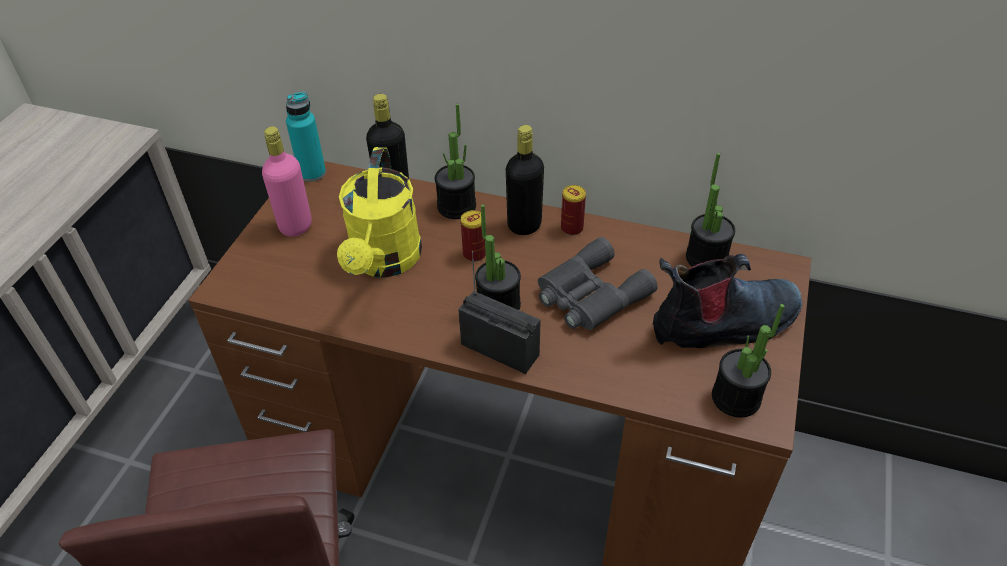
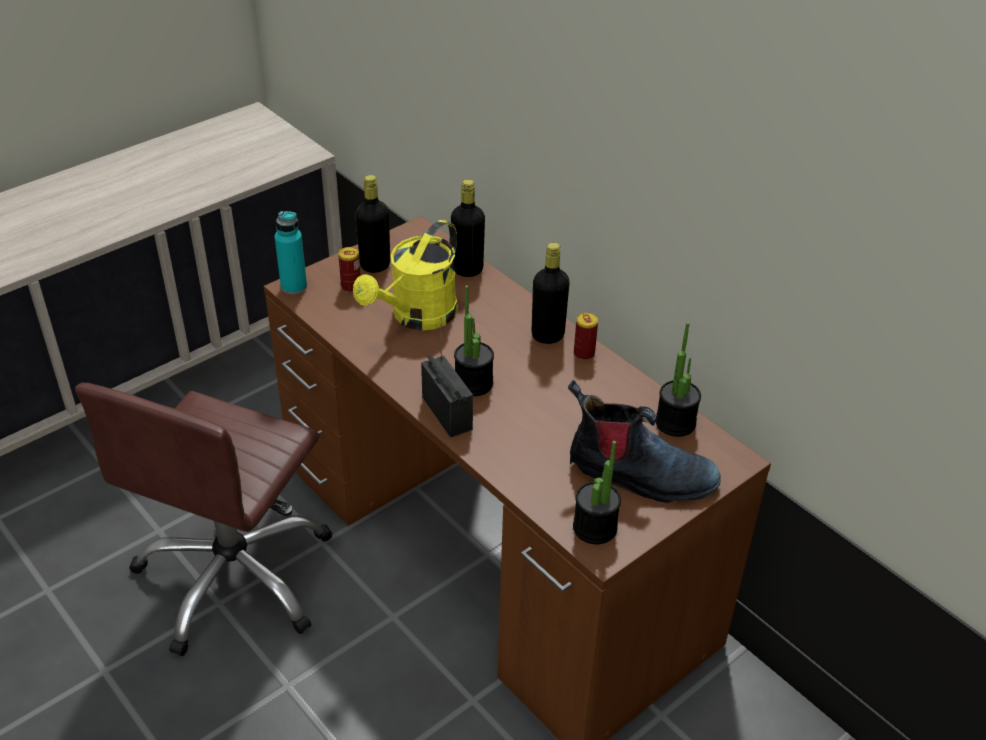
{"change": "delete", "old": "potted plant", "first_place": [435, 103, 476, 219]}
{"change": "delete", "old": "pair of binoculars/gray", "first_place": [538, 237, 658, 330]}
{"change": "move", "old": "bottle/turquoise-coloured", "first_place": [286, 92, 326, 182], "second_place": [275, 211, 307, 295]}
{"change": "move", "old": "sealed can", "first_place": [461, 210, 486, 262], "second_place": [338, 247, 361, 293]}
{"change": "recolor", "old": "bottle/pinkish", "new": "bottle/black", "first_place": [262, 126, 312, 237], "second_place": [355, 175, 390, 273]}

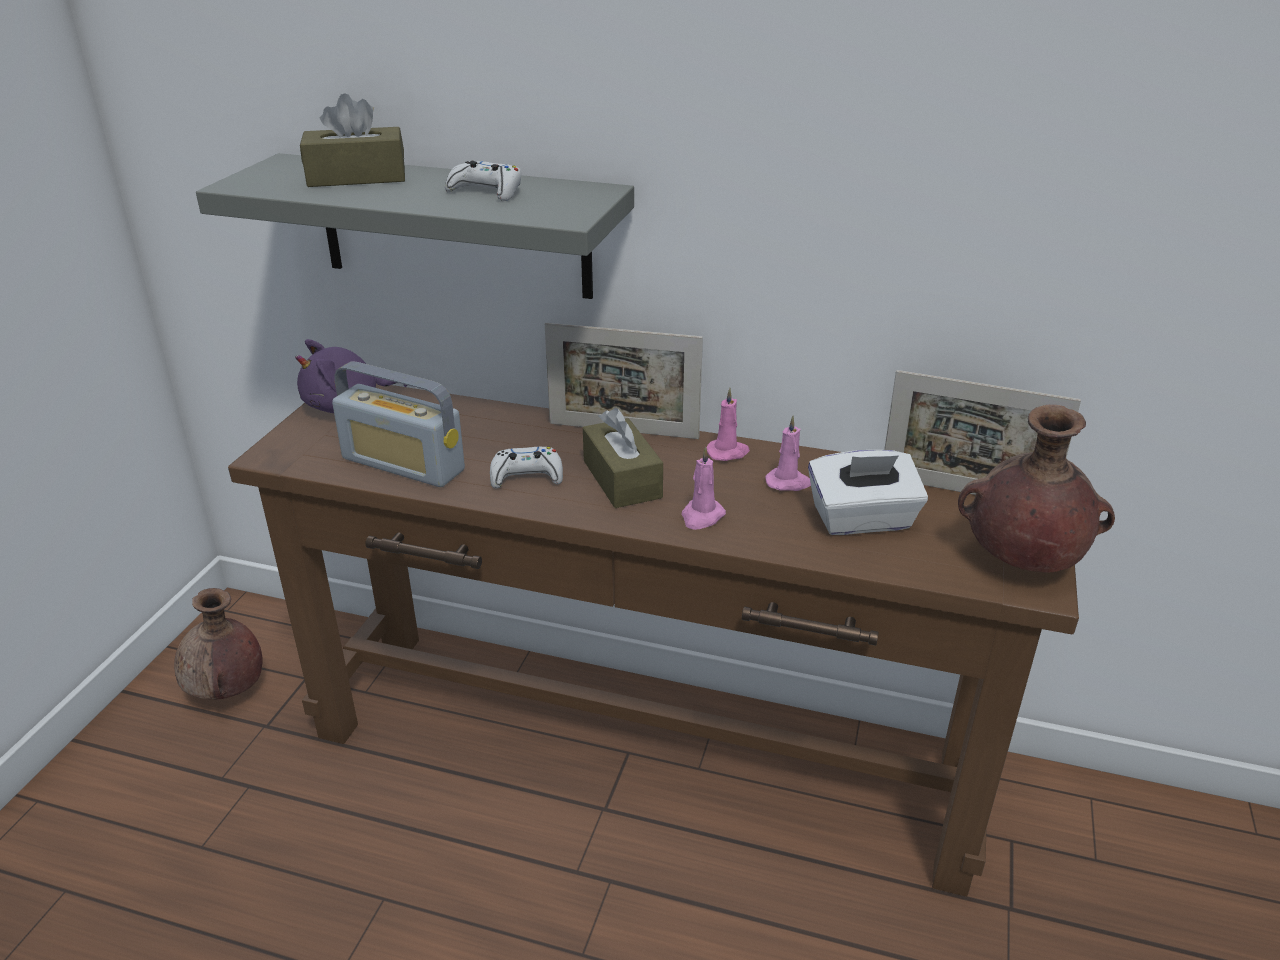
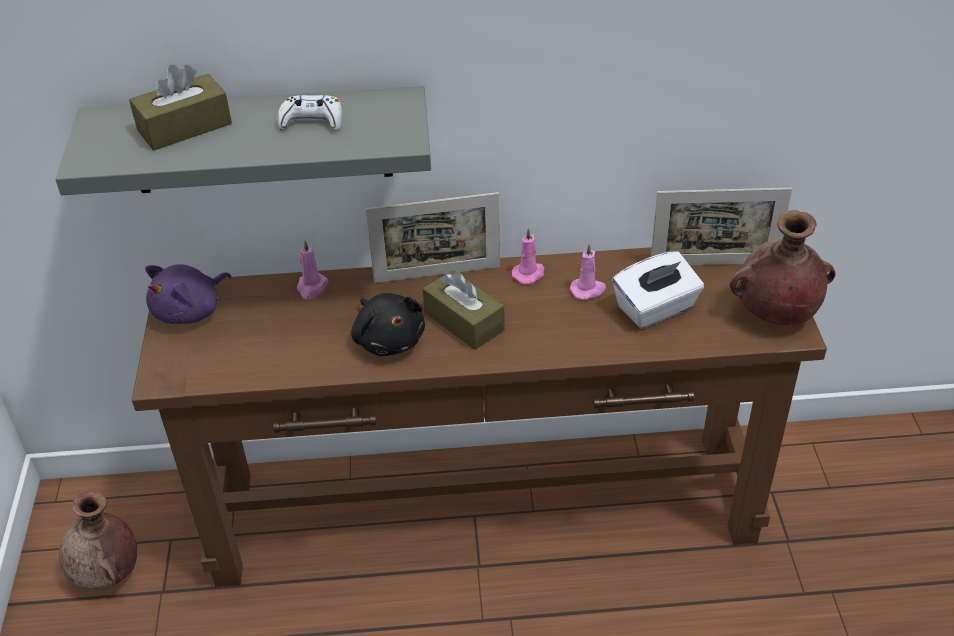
{"change": "delete", "old": "radio", "first_place": [332, 361, 465, 487]}
{"change": "move", "old": "candle/pinkish", "first_place": [681, 446, 726, 530], "second_place": [297, 240, 329, 300]}
{"change": "replace", "old": "gamepad/white", "new": "soft toy/black", "first_place": [490, 446, 563, 489], "second_place": [351, 293, 425, 356]}

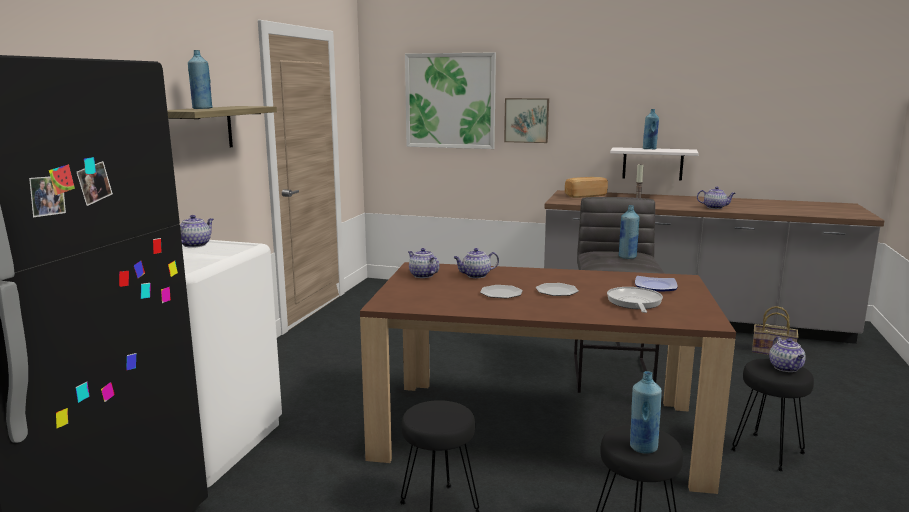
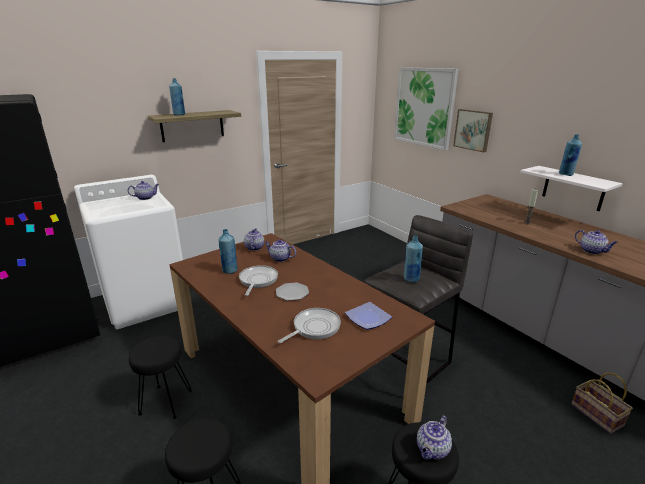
{"change": "delete", "old": "baked bread", "first_place": [565, 177, 608, 198]}
{"change": "move", "old": "bottle/blue", "first_place": [630, 371, 662, 454], "second_place": [219, 229, 238, 274]}
{"change": "replace", "old": "flat dish", "new": "pan", "first_place": [480, 285, 523, 298], "second_place": [239, 265, 278, 296]}

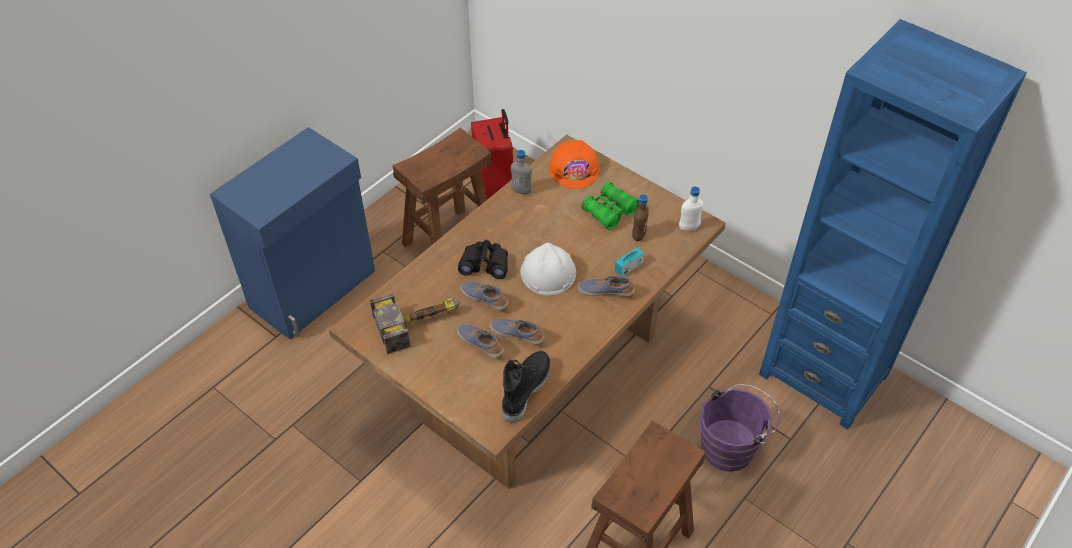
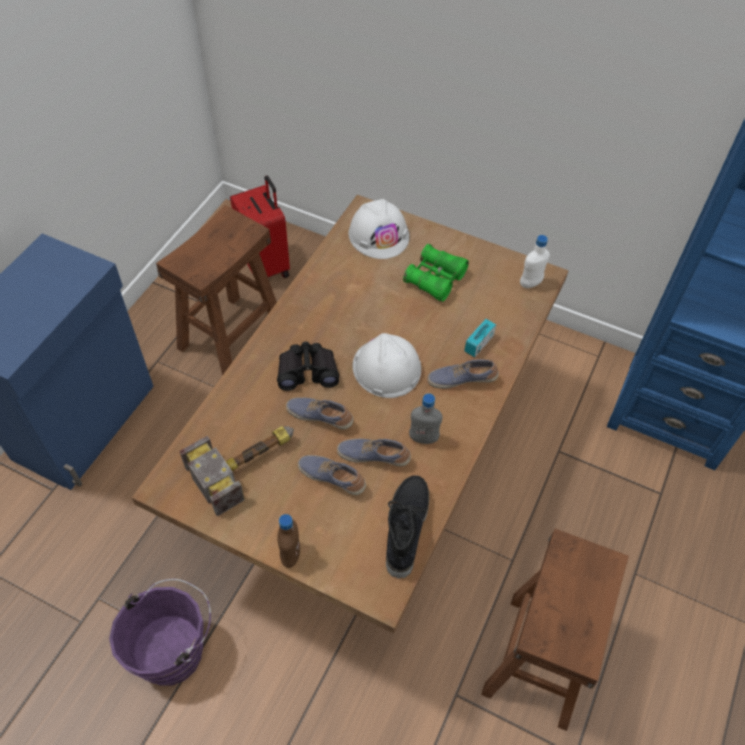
{"change": "move", "old": "bottle/gray", "first_place": [511, 150, 532, 194], "second_place": [409, 393, 443, 444]}
{"change": "move", "old": "bottle/brown-coloured", "first_place": [632, 194, 649, 241], "second_place": [278, 514, 300, 568]}
{"change": "move", "old": "pail/purple-coloured", "first_place": [700, 384, 780, 472], "second_place": [109, 579, 211, 685]}
{"change": "recolor", "old": "work helmet/orangey", "new": "work helmet/white", "first_place": [549, 140, 600, 189], "second_place": [349, 199, 410, 259]}

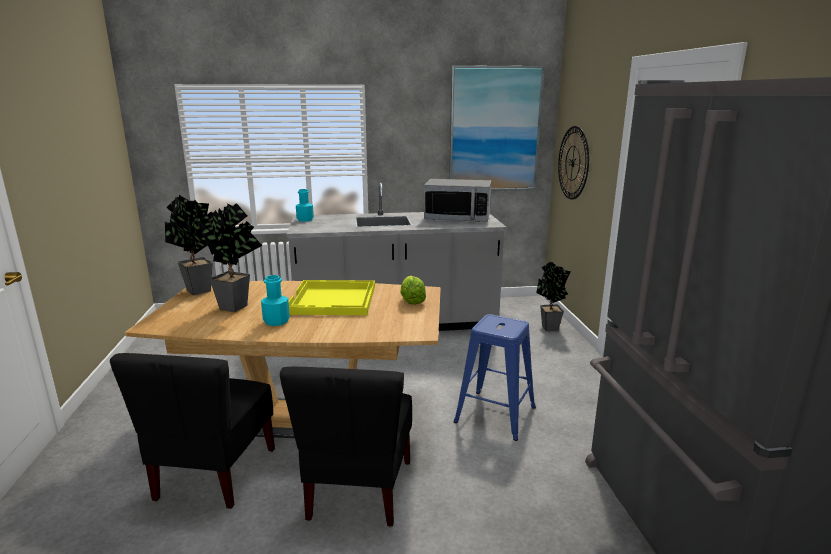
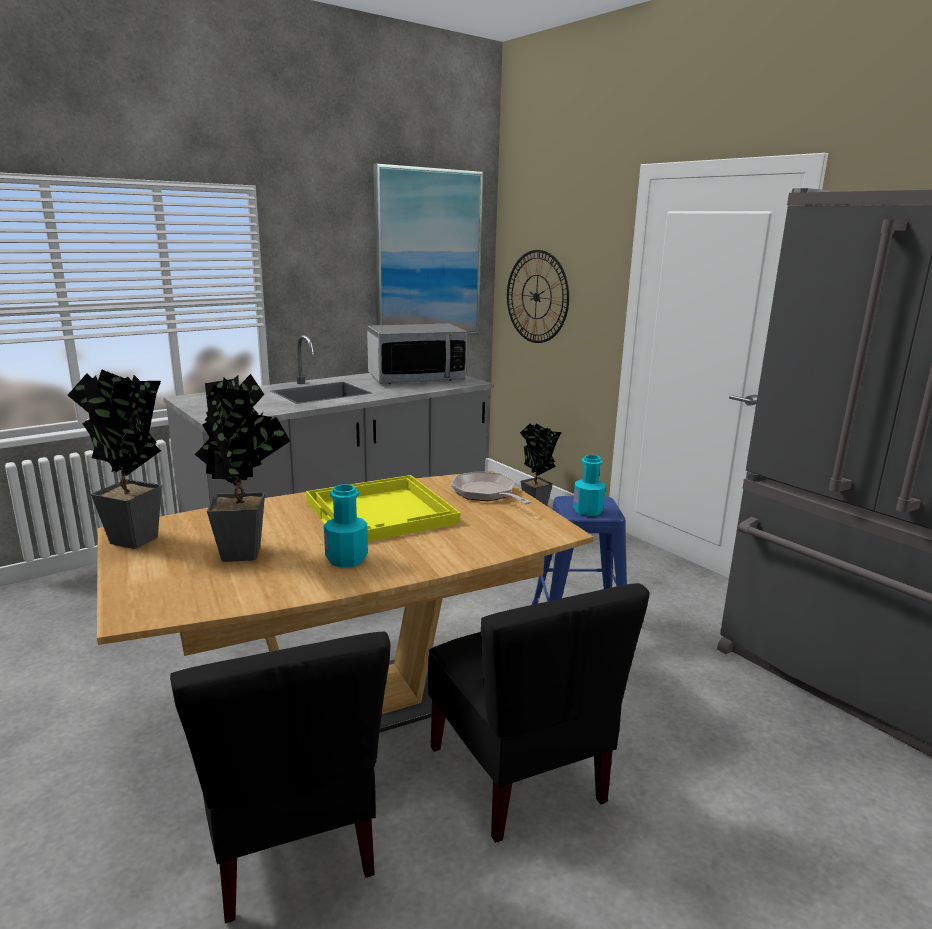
{"change": "move", "old": "bottle/turquoise-coloured", "first_place": [296, 189, 314, 222], "second_place": [573, 455, 606, 516]}
{"change": "replace", "old": "head of lettuce", "new": "pan", "first_place": [400, 276, 426, 305], "second_place": [451, 471, 532, 504]}

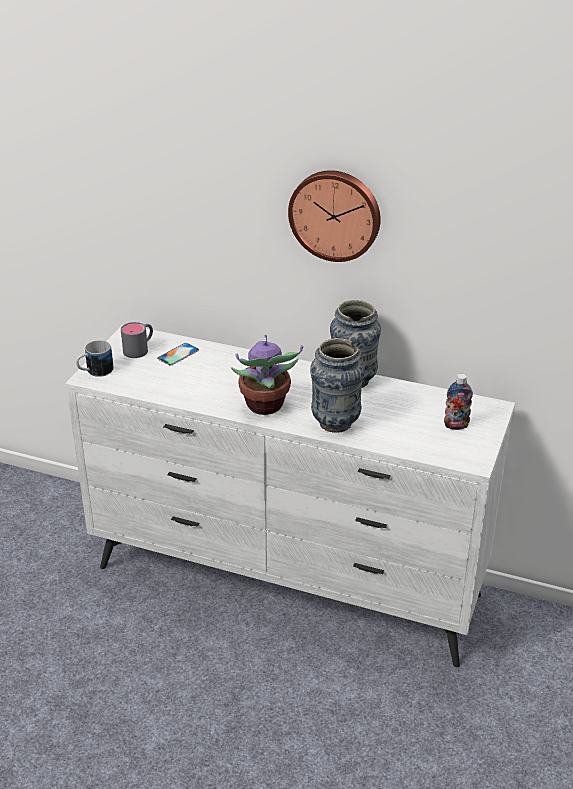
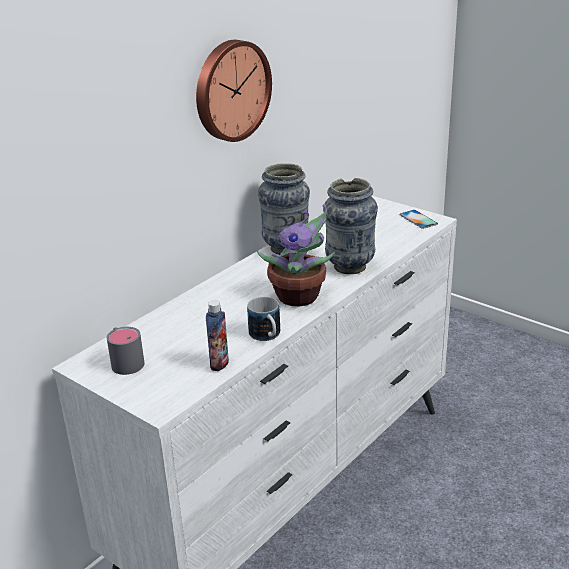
{"change": "move", "old": "coffee mug", "first_place": [76, 340, 114, 377], "second_place": [247, 297, 280, 341]}
{"change": "move", "old": "handset", "first_place": [157, 343, 199, 366], "second_place": [399, 210, 438, 229]}
{"change": "move", "old": "bottle", "first_place": [444, 374, 473, 430], "second_place": [206, 300, 229, 371]}

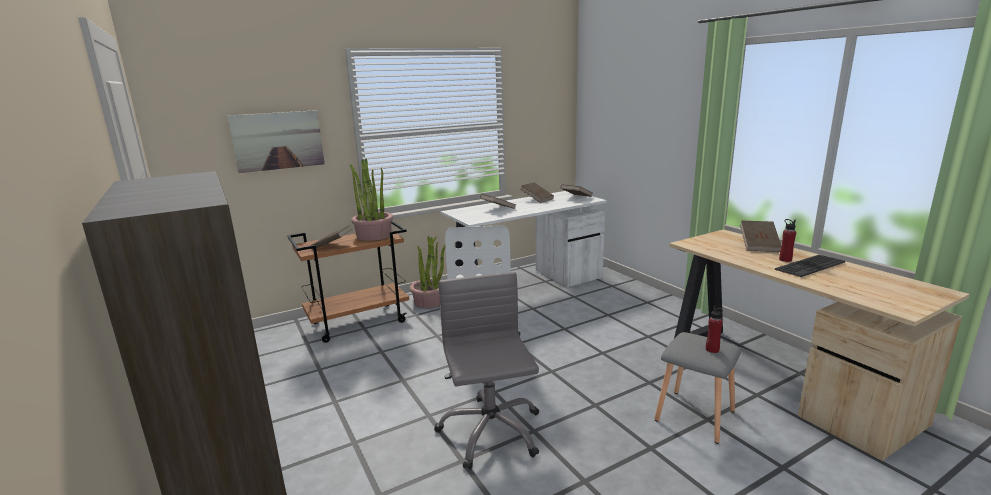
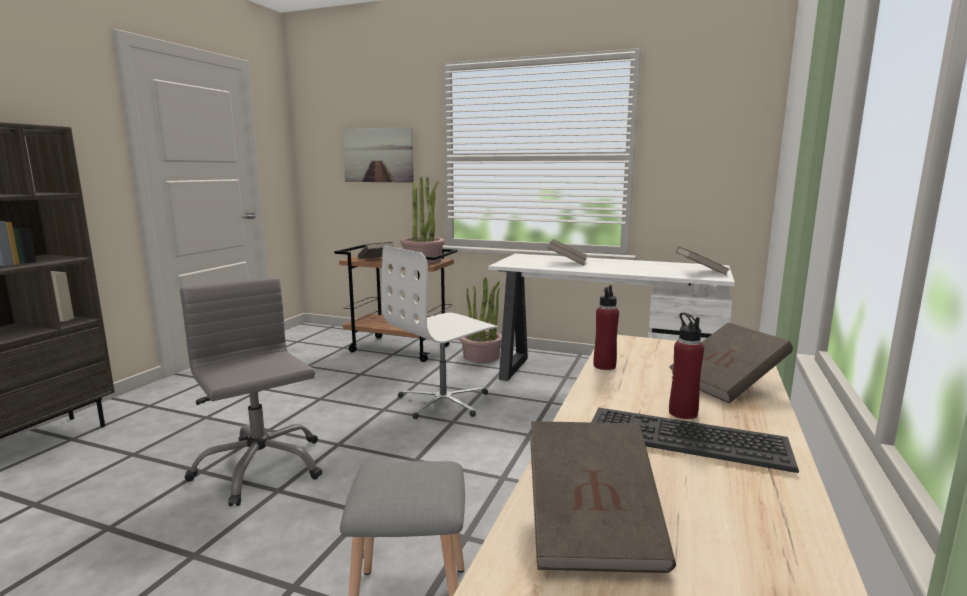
{"change": "move", "old": "book/brown-coloured", "first_place": [521, 182, 554, 203], "second_place": [530, 421, 676, 573]}
{"change": "move", "old": "bottle/red-coloured", "first_place": [706, 305, 723, 353], "second_place": [594, 285, 619, 370]}
{"change": "rotate", "old": "computer chair/gray", "first_place": [434, 272, 539, 470], "second_place": [180, 277, 322, 506], "degrees": -75}

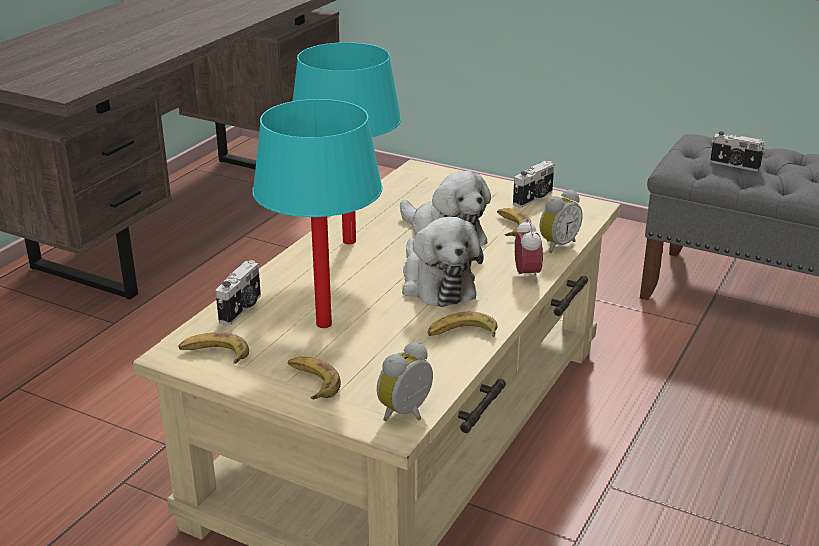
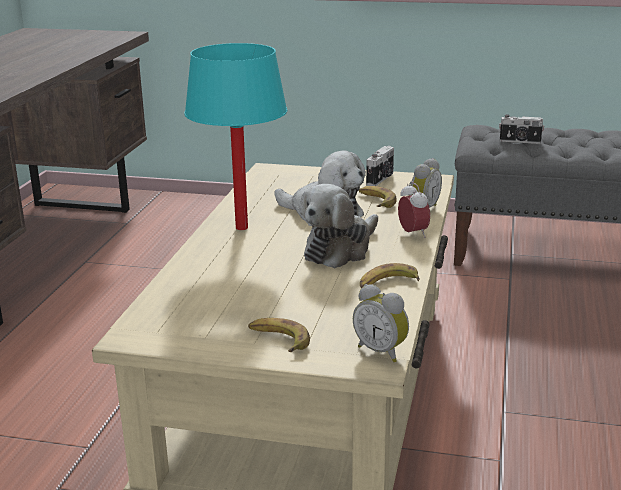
{"change": "delete", "old": "whole banana", "first_place": [178, 332, 249, 364]}
{"change": "delete", "old": "still camera", "first_place": [216, 260, 261, 325]}
{"change": "delete", "old": "tabletop lamp/turquoise-coloured", "first_place": [252, 99, 383, 328]}
{"change": "rotate", "old": "alarm clock", "first_place": [377, 342, 433, 421], "second_place": [353, 284, 409, 362], "degrees": -75}
{"change": "rotate", "old": "soft toy", "first_place": [402, 217, 484, 307], "second_place": [299, 184, 378, 268], "degrees": 75}

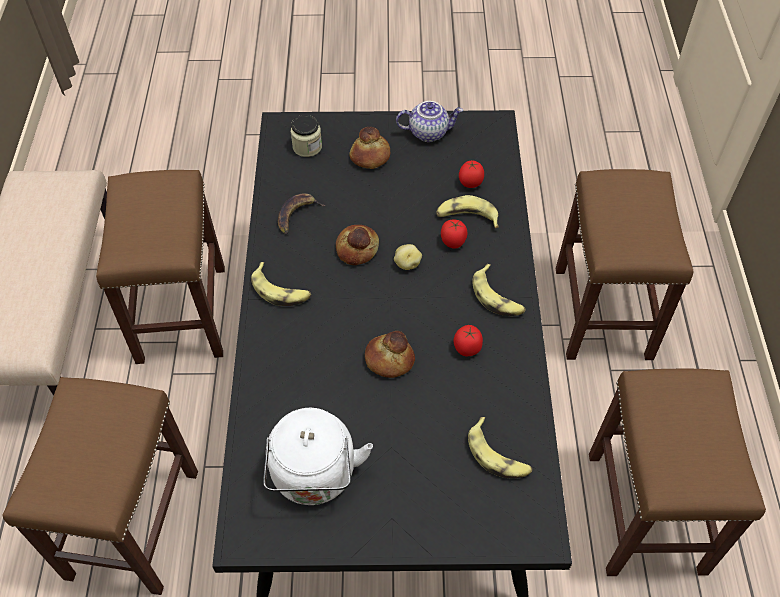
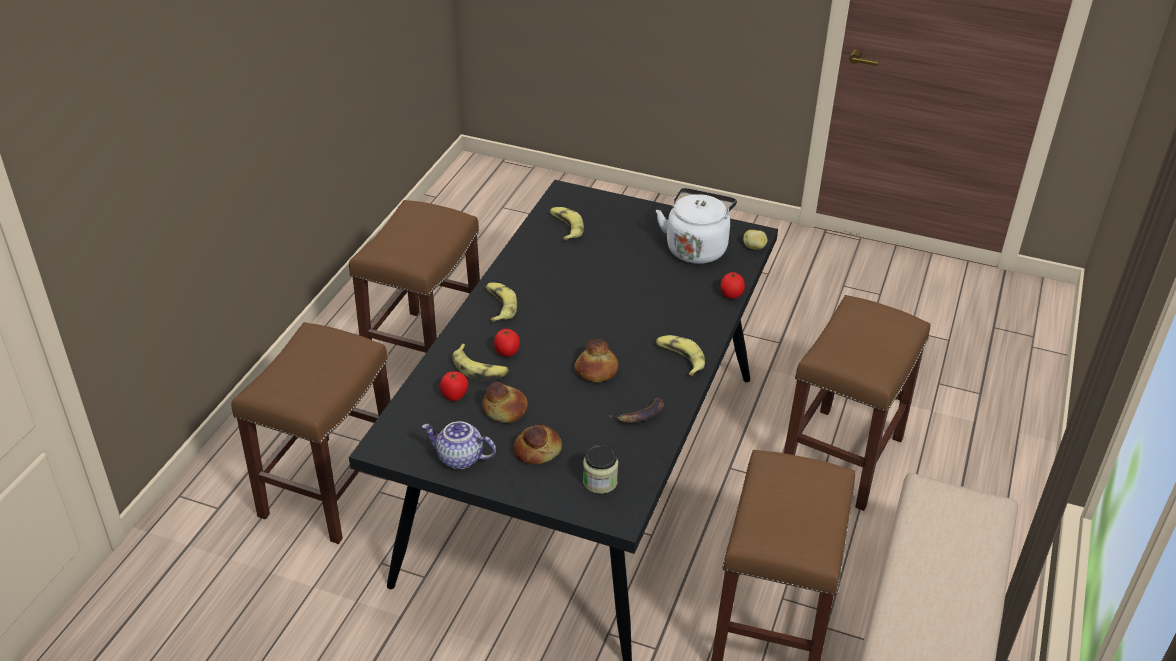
{"change": "move", "old": "baked bread", "first_place": [365, 331, 415, 378], "second_place": [482, 382, 528, 423]}
{"change": "move", "old": "potato", "first_place": [394, 244, 422, 270], "second_place": [743, 230, 768, 250]}
{"change": "move", "old": "whole tomato", "first_place": [454, 325, 483, 356], "second_place": [720, 272, 745, 299]}

